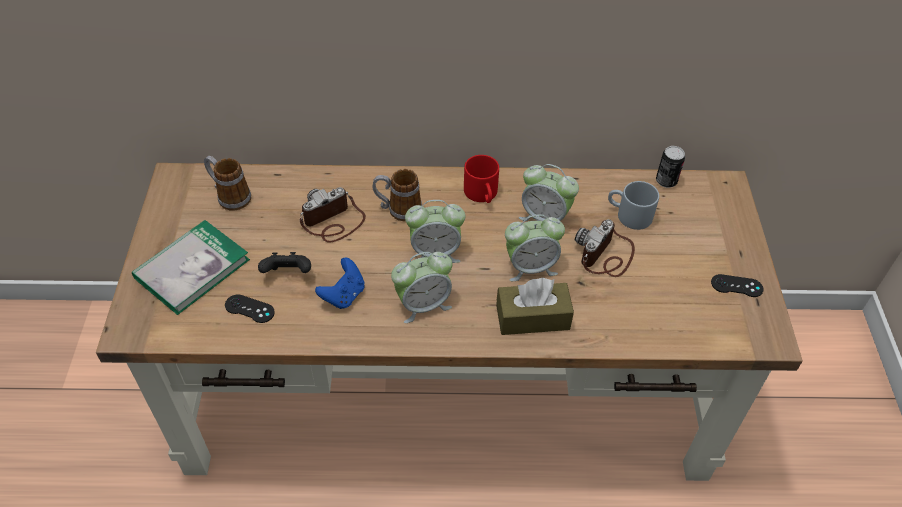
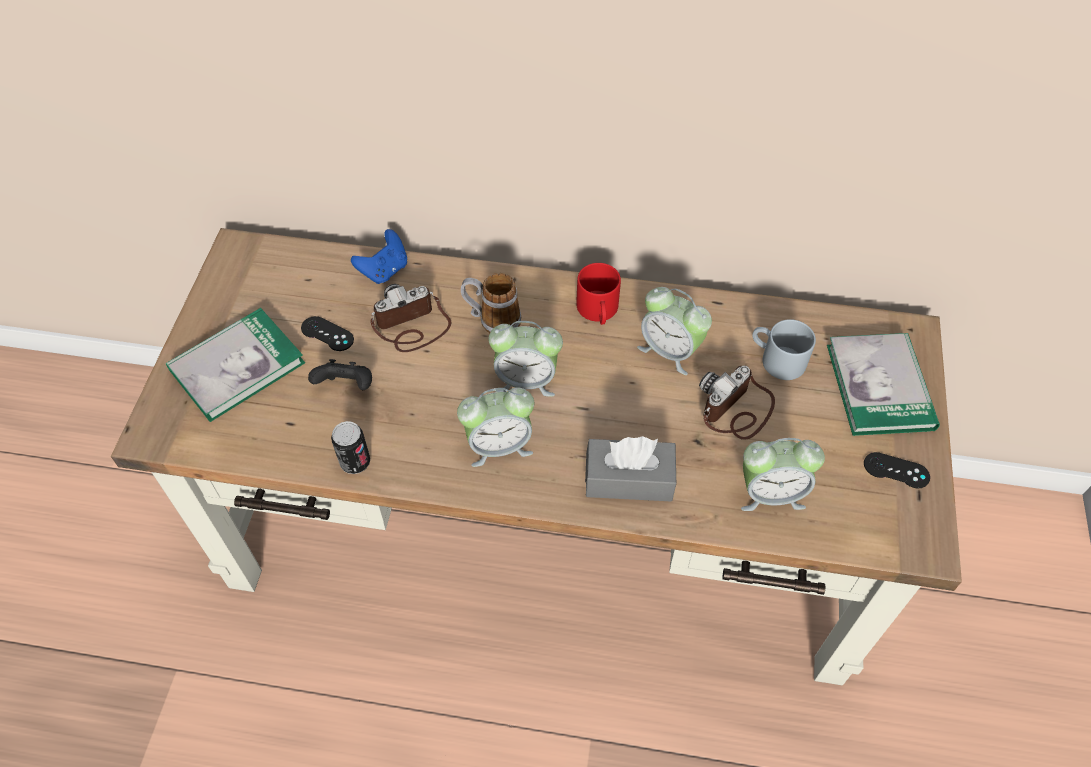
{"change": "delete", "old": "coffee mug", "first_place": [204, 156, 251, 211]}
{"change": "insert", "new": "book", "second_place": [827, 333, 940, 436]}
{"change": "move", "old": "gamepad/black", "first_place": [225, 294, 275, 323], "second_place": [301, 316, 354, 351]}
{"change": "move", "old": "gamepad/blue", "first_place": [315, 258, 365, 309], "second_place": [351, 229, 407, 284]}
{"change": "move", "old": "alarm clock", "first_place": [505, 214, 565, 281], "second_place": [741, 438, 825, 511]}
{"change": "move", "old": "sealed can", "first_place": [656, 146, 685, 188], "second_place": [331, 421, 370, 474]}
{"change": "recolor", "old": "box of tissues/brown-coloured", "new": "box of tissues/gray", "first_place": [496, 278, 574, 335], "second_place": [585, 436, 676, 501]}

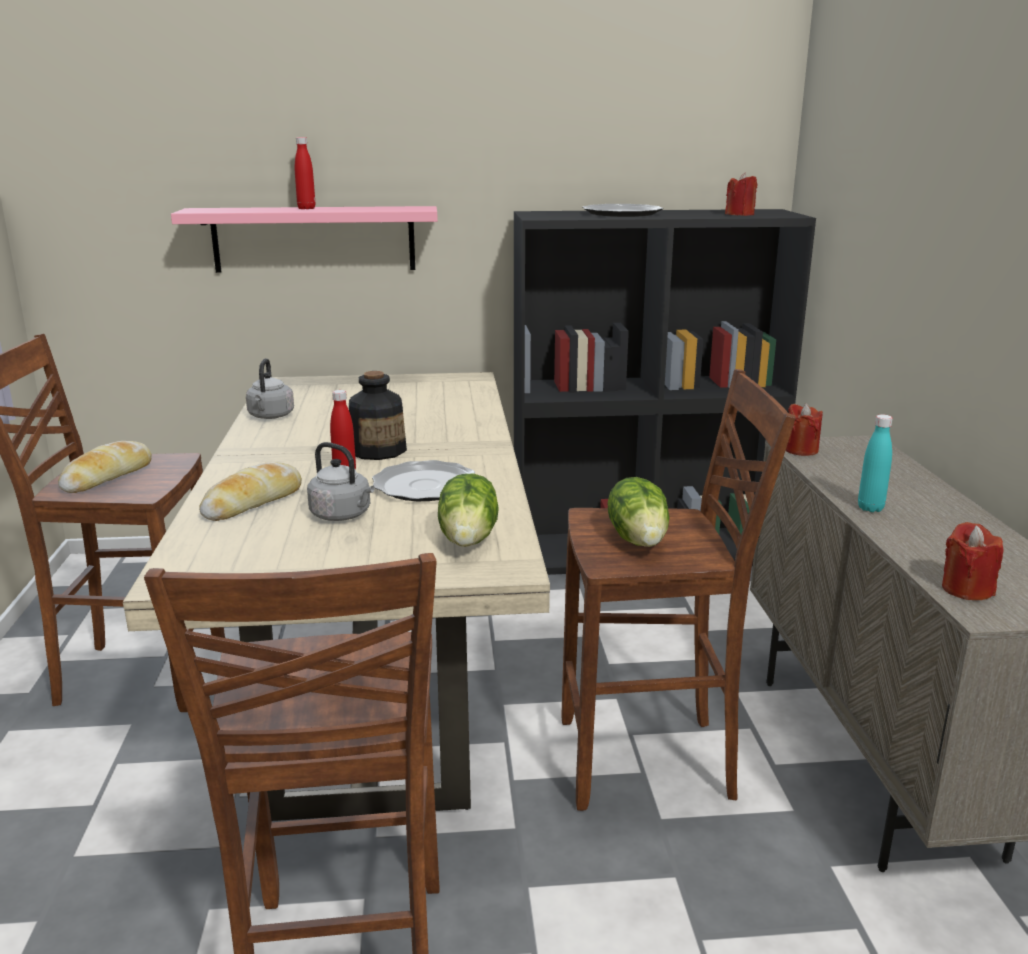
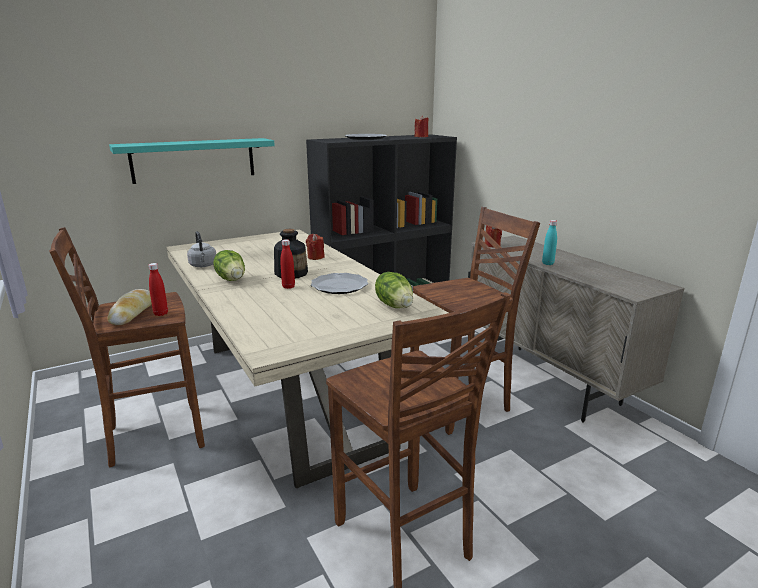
{"change": "delete", "old": "baked bread", "first_place": [199, 462, 302, 521]}
{"change": "delete", "old": "kettle/gray", "first_place": [307, 442, 374, 521]}
{"change": "move", "old": "bottle/red-coloured", "first_place": [295, 137, 315, 209], "second_place": [149, 263, 168, 316]}
{"change": "move", "old": "head of lettuce", "first_place": [607, 477, 669, 547], "second_place": [213, 250, 245, 281]}
{"change": "move", "old": "candle/red-coloured", "first_place": [942, 522, 1004, 600], "second_place": [306, 234, 325, 260]}
{"change": "recolor", "old": "shelf/pinkish", "new": "shelf/turquoise-coloured", "first_place": [171, 206, 438, 273], "second_place": [109, 138, 275, 184]}

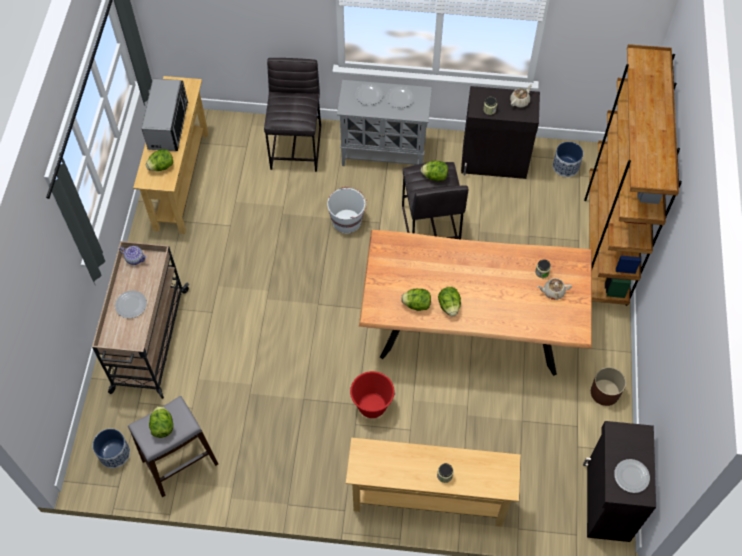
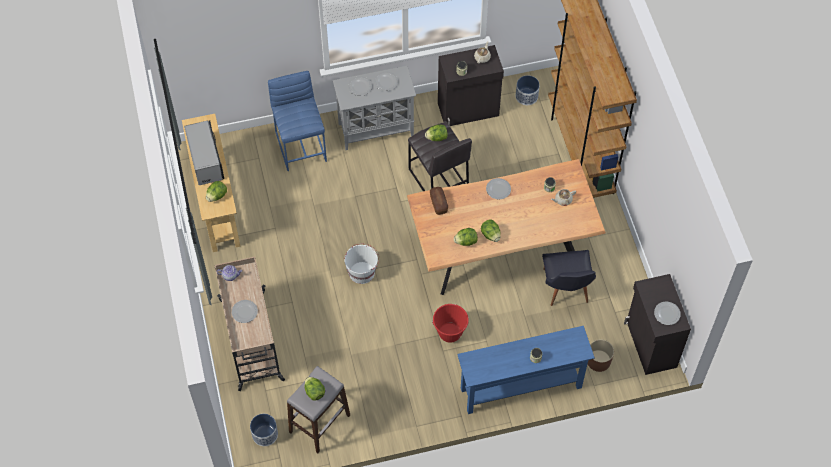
{"change": "insert", "new": "baked bread", "second_place": [430, 187, 448, 215]}
{"change": "insert", "new": "flat dish", "second_place": [486, 178, 511, 199]}
{"change": "insert", "new": "chair/black", "second_place": [542, 250, 596, 306]}
{"change": "move", "old": "pail/white", "first_place": [327, 187, 367, 233], "second_place": [344, 244, 379, 284]}
{"change": "move", "old": "flower pot/brown-coloured", "first_place": [591, 367, 626, 406], "second_place": [588, 339, 614, 372]}
{"change": "recolor", "old": "sitting stool/gray", "new": "sitting stool/blue", "first_place": [264, 58, 321, 172], "second_place": [268, 71, 327, 171]}
{"change": "recolor", "old": "console table/beige-coloured", "new": "console table/blue", "first_place": [346, 438, 521, 527], "second_place": [457, 326, 595, 414]}

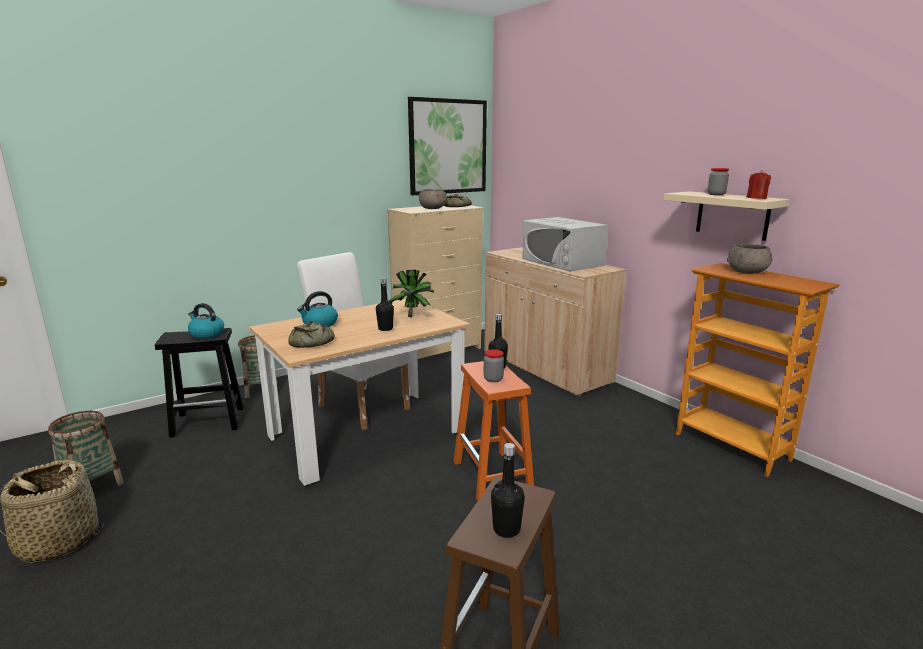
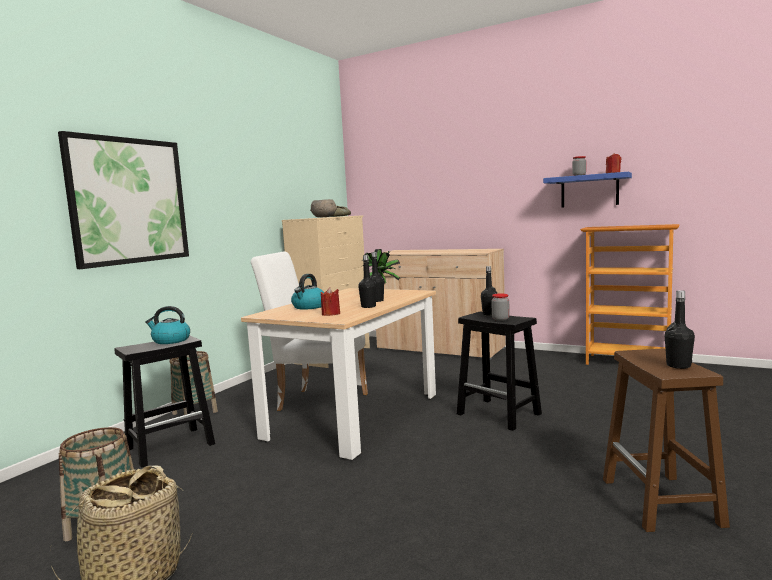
{"change": "delete", "old": "microwave oven/white", "first_place": [522, 217, 608, 271]}
{"change": "delete", "old": "deep dish/gray", "first_place": [727, 244, 772, 274]}
{"change": "insert", "new": "bottle/black", "second_place": [358, 255, 376, 308]}
{"change": "move", "old": "wall picture", "first_place": [408, 97, 487, 195], "second_place": [58, 131, 189, 269]}
{"change": "replace", "old": "baked bread", "new": "candle/red-coloured", "first_place": [288, 321, 335, 348], "second_place": [321, 287, 340, 316]}
{"change": "recolor", "old": "sitting stool/orangey", "new": "sitting stool/black", "first_place": [454, 361, 534, 501], "second_place": [457, 312, 542, 431]}
{"change": "recolor", "old": "shelf/beige-coloured", "new": "shelf/blue", "first_place": [664, 191, 790, 241], "second_place": [543, 172, 632, 208]}

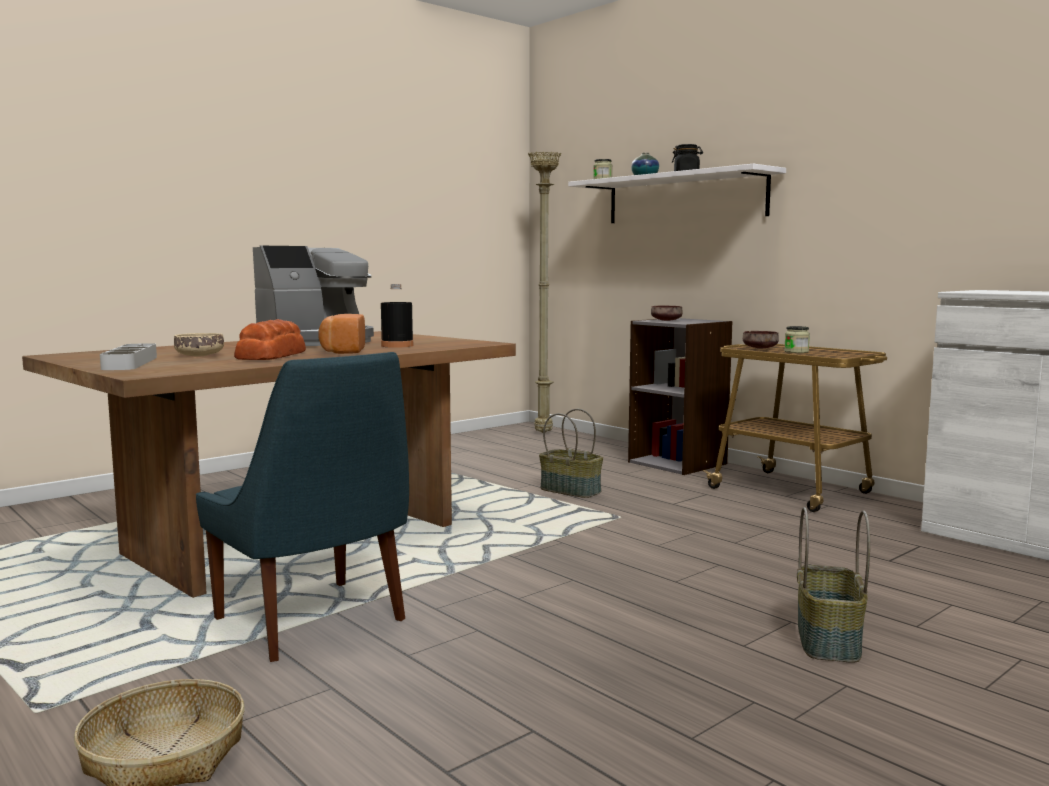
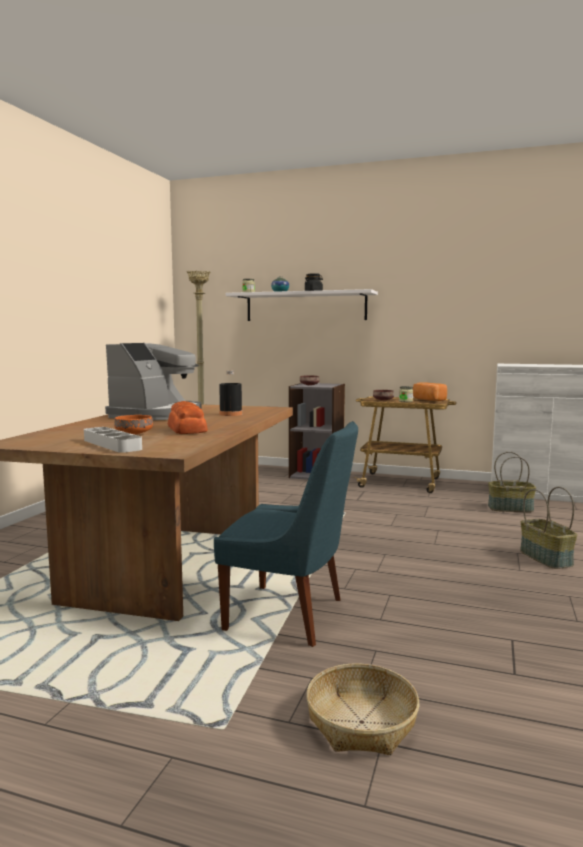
{"change": "move", "old": "baked bread", "first_place": [319, 314, 365, 354], "second_place": [413, 382, 447, 401]}
{"change": "move", "old": "storage basket", "first_place": [539, 409, 603, 498], "second_place": [488, 452, 536, 512]}
{"change": "recolor", "old": "deep dish/beige-coloured", "new": "deep dish/orangey", "first_place": [174, 333, 224, 357], "second_place": [114, 415, 153, 434]}

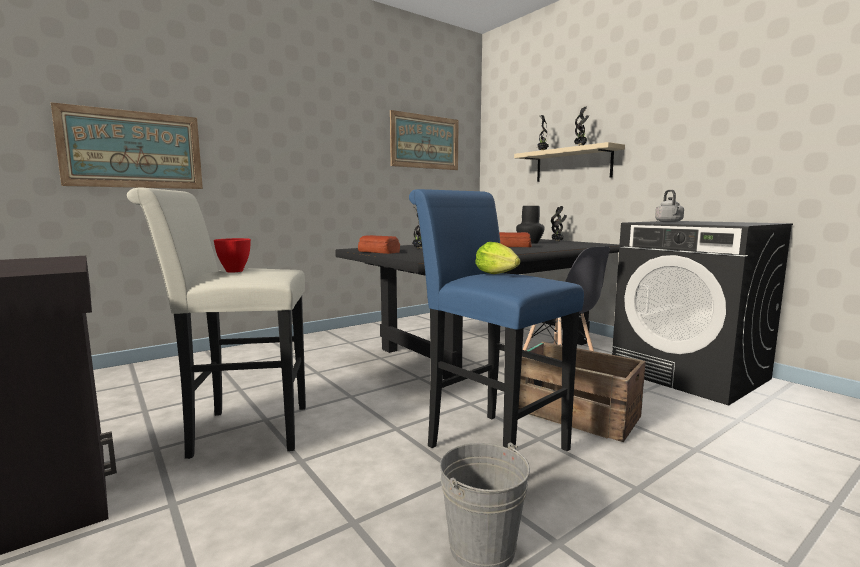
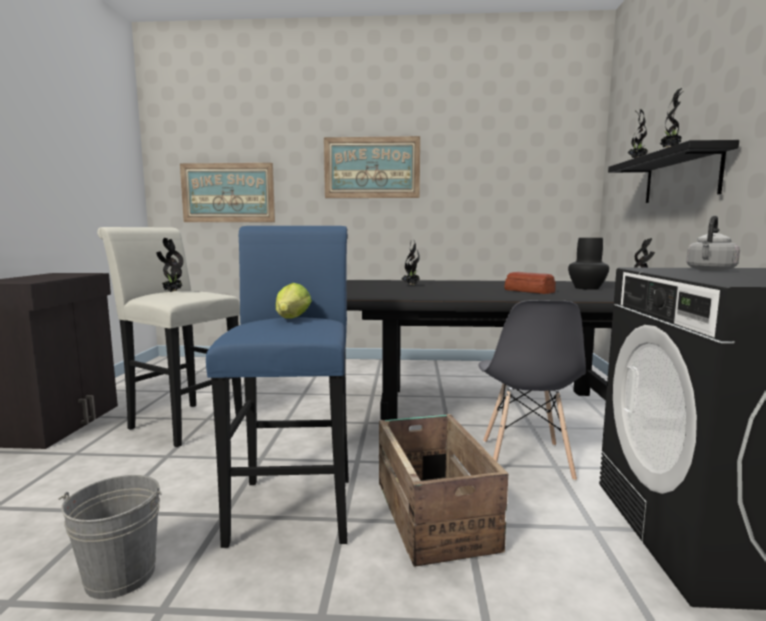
{"change": "delete", "old": "baked bread", "first_place": [358, 235, 400, 254]}
{"change": "move", "old": "wall picture", "first_place": [390, 110, 459, 170], "second_place": [324, 136, 420, 198]}
{"change": "replace", "old": "deep dish/red-coloured", "new": "potted plant", "first_place": [214, 238, 251, 272], "second_place": [156, 238, 184, 292]}
{"change": "recolor", "old": "shelf/beige-coloured", "new": "shelf/black", "first_place": [514, 142, 625, 182], "second_place": [608, 140, 739, 203]}

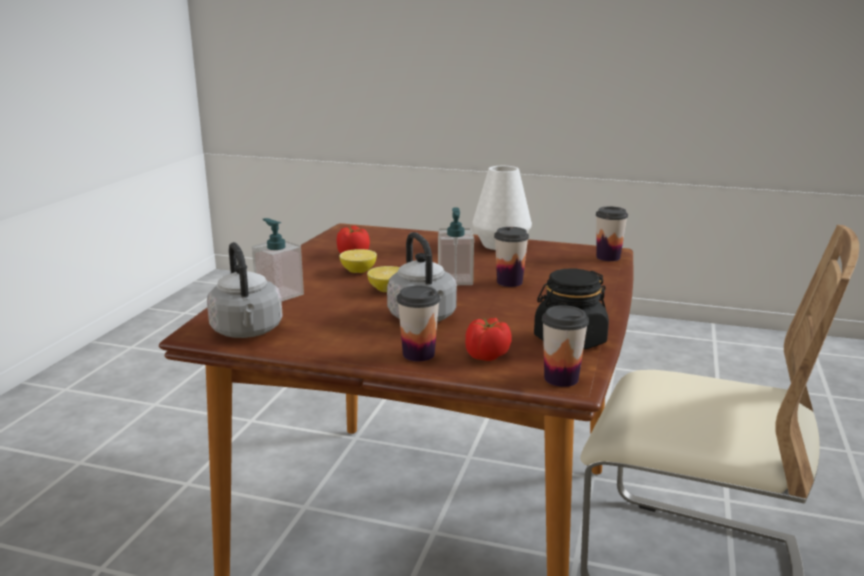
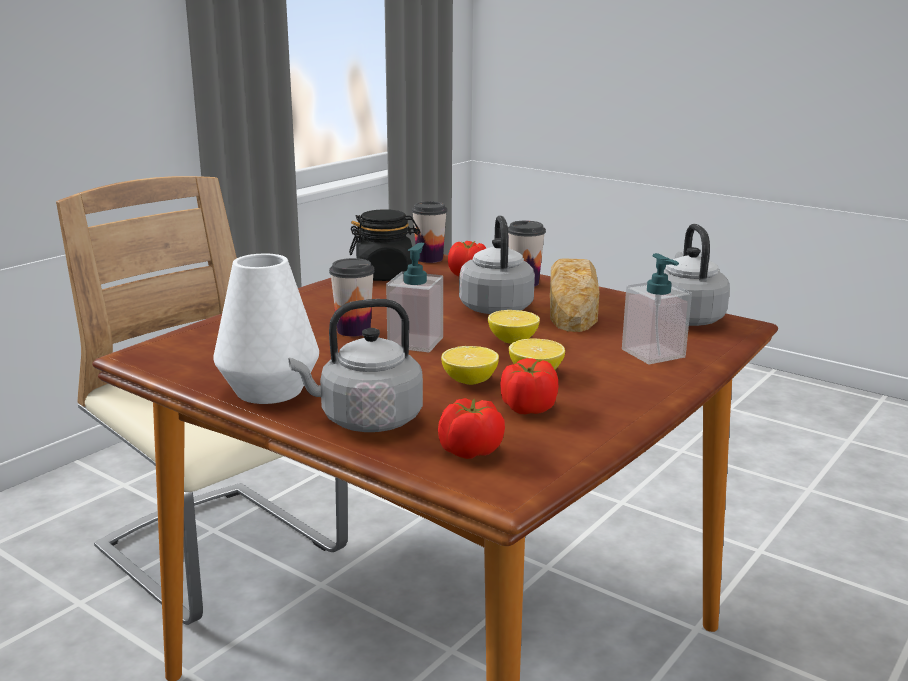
{"change": "delete", "old": "cup", "first_place": [596, 206, 628, 261]}
{"change": "insert", "new": "kettle/gray", "second_place": [289, 299, 423, 432]}
{"change": "insert", "new": "whole tomato", "second_place": [438, 398, 505, 459]}
{"change": "insert", "new": "citrus fruit", "second_place": [441, 346, 499, 385]}
{"change": "insert", "new": "baked bread", "second_place": [550, 258, 600, 332]}

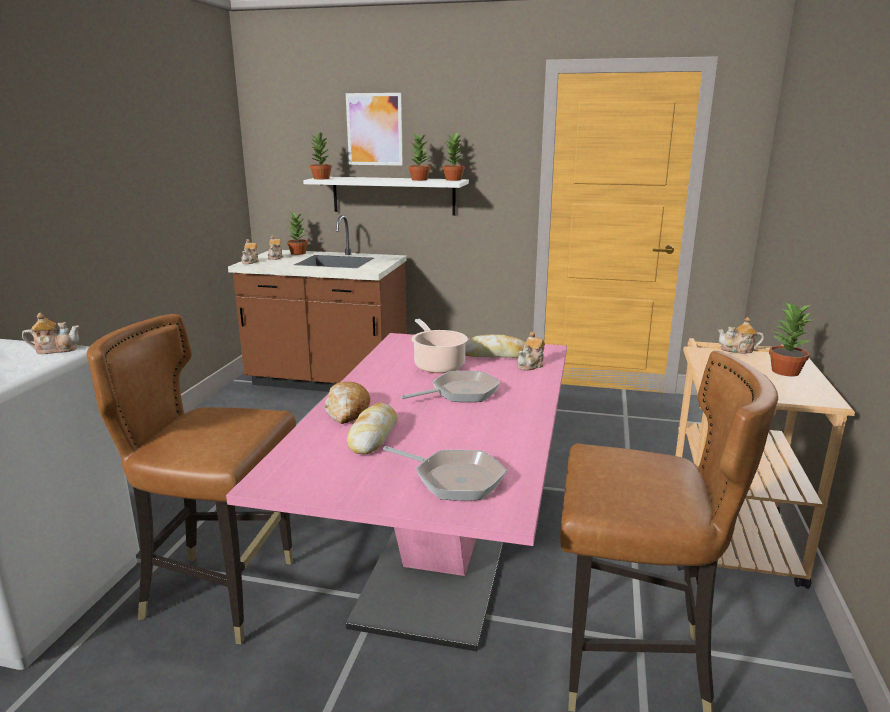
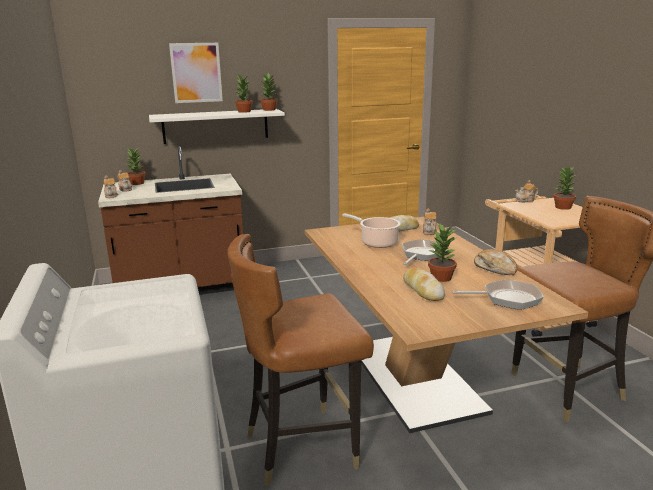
{"change": "delete", "old": "teapot", "first_place": [22, 313, 80, 354]}
{"change": "move", "old": "potted plant", "first_place": [310, 132, 332, 179], "second_place": [428, 224, 457, 282]}
{"change": "move", "old": "baked bread", "first_place": [325, 382, 370, 424], "second_place": [474, 249, 517, 275]}
{"change": "recolor", "old": "dining table/pinkish", "new": "dining table/brown-coloured", "first_place": [226, 333, 567, 651], "second_place": [305, 217, 588, 433]}

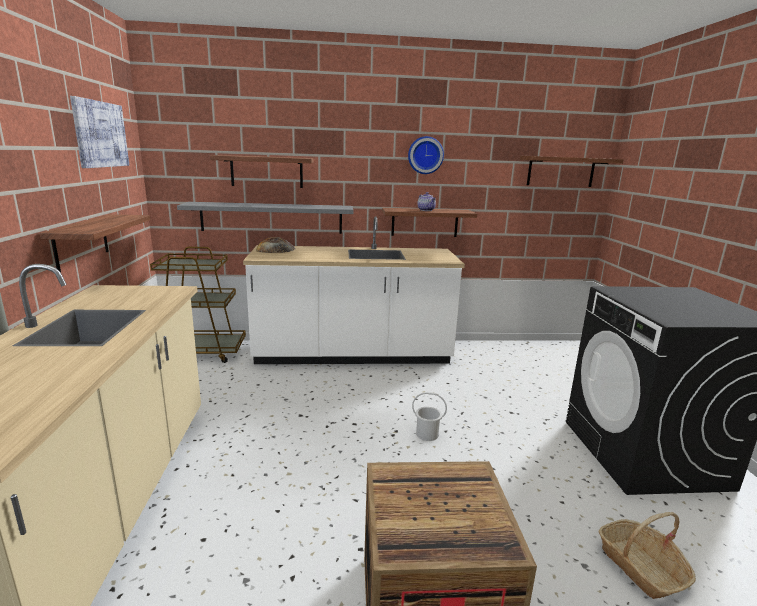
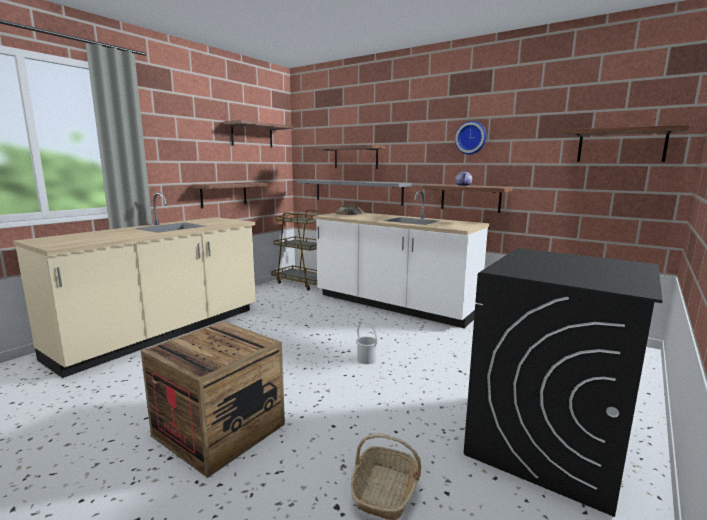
{"change": "replace", "old": "wall picture", "new": "shelf", "first_place": [70, 96, 129, 168], "second_place": [224, 120, 293, 148]}

